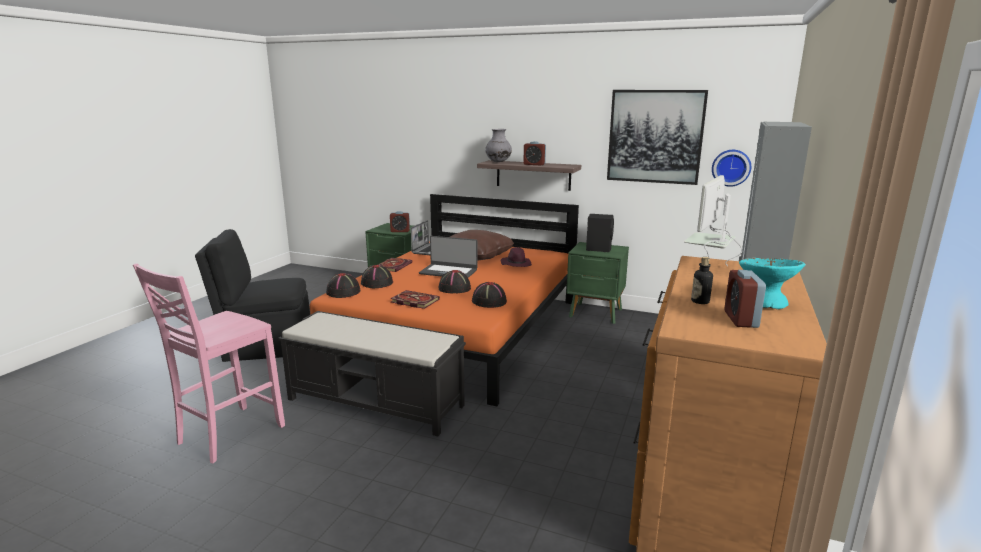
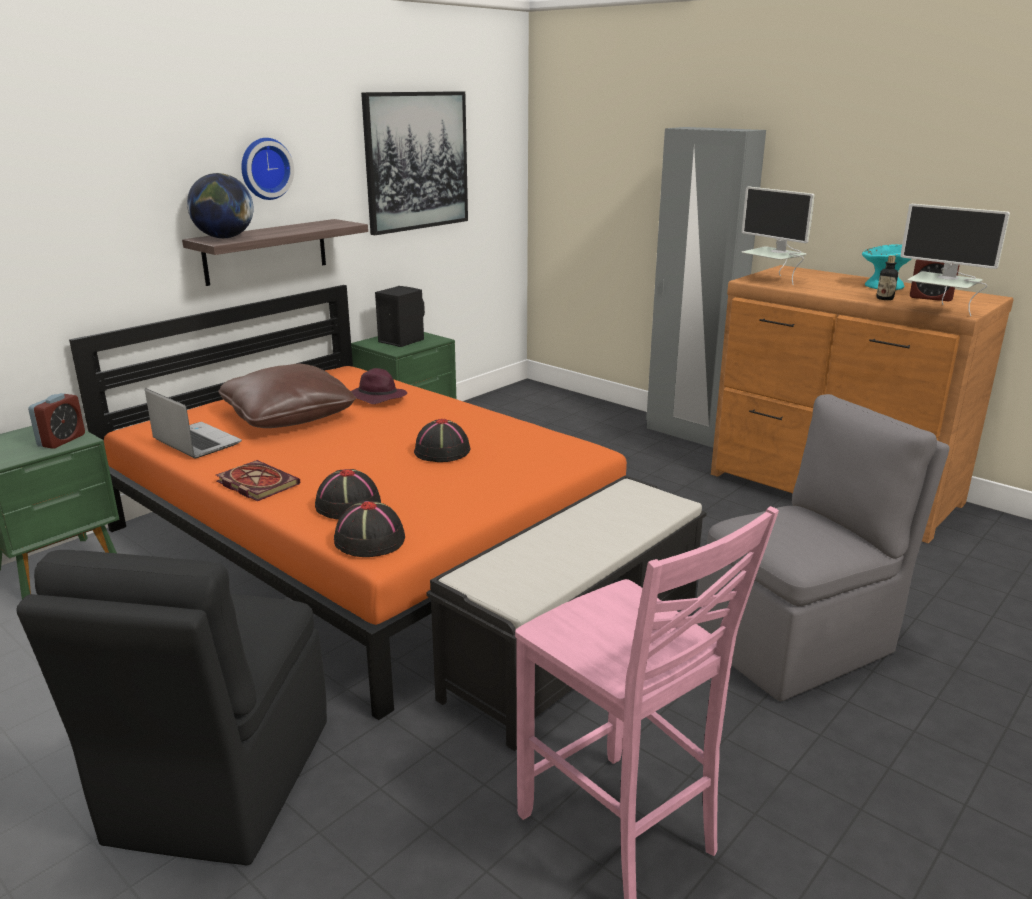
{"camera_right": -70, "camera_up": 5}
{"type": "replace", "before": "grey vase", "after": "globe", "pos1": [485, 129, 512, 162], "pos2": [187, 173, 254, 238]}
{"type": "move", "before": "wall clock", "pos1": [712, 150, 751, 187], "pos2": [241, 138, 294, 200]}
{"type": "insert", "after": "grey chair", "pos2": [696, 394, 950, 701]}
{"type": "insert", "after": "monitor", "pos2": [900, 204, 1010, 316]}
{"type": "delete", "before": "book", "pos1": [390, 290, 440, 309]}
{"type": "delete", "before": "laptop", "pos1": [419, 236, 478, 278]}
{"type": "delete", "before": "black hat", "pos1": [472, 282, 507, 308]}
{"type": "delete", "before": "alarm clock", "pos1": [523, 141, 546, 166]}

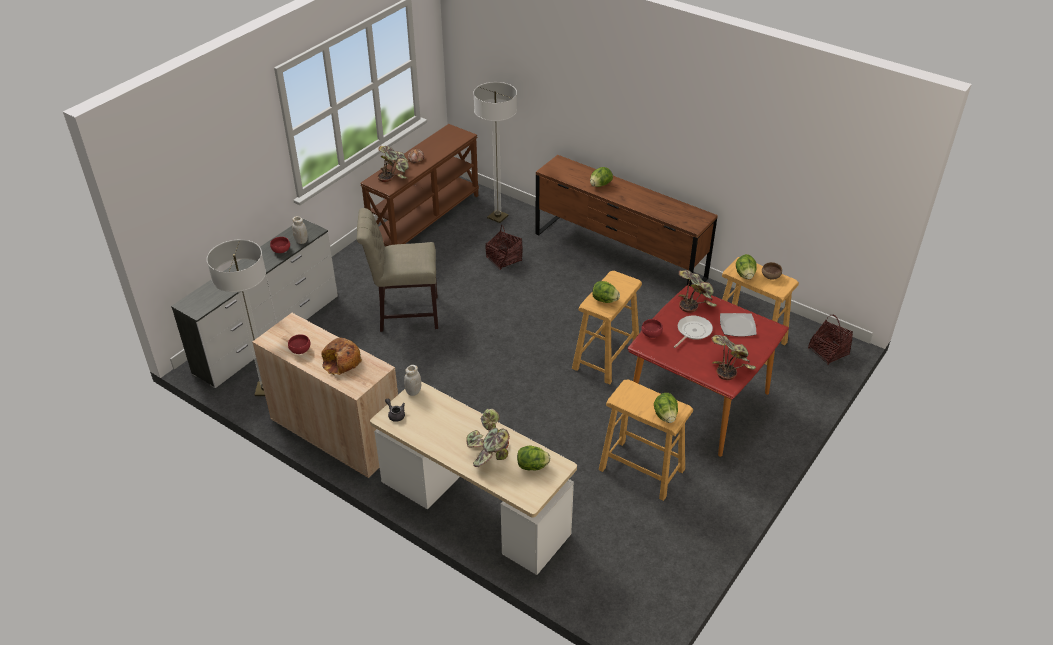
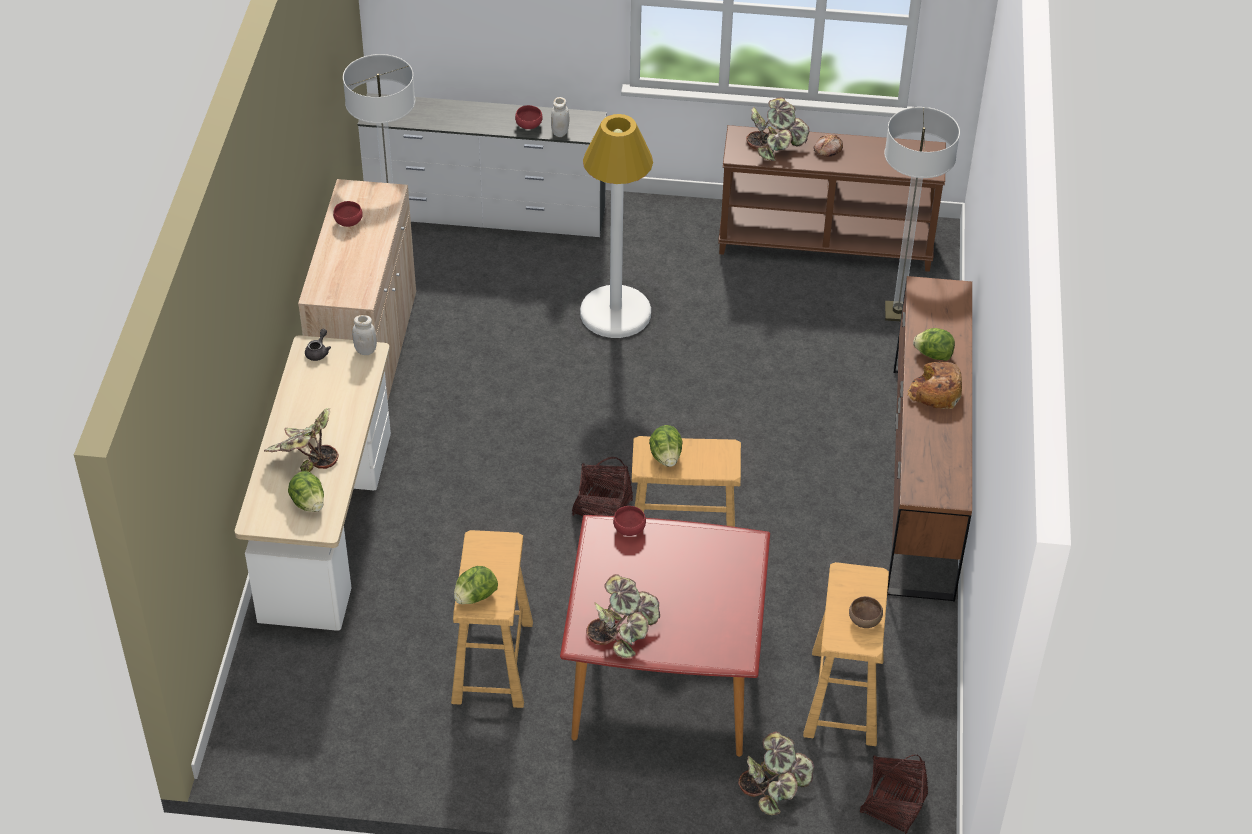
{"camera_right": 60, "camera_up": 5}
{"type": "move", "before": "basket", "pos1": [485, 225, 522, 270], "pos2": [572, 457, 633, 516]}
{"type": "replace", "before": "beige chair", "after": "white floor lamp", "pos1": [357, 208, 438, 332], "pos2": [580, 114, 653, 338]}
{"type": "move", "before": "potted plant", "pos1": [678, 270, 717, 313], "pos2": [738, 732, 814, 815]}
{"type": "move", "before": "bread", "pos1": [321, 338, 362, 375], "pos2": [908, 362, 962, 409]}
{"type": "delete", "before": "frying pan", "pos1": [674, 316, 713, 348]}
{"type": "delete", "before": "plate", "pos1": [720, 313, 757, 337]}
{"type": "delete", "before": "lettuce", "pos1": [736, 254, 757, 280]}

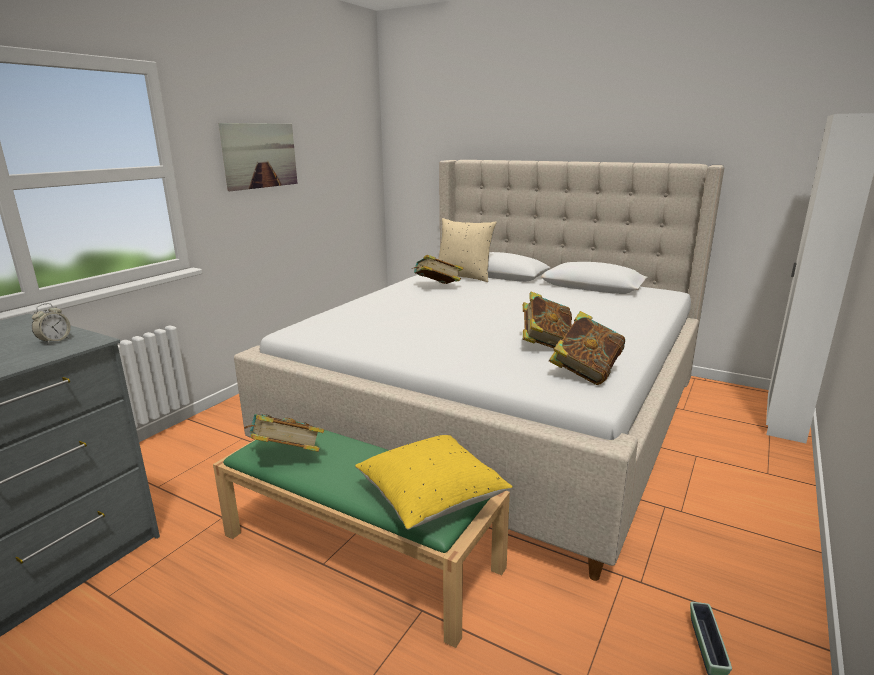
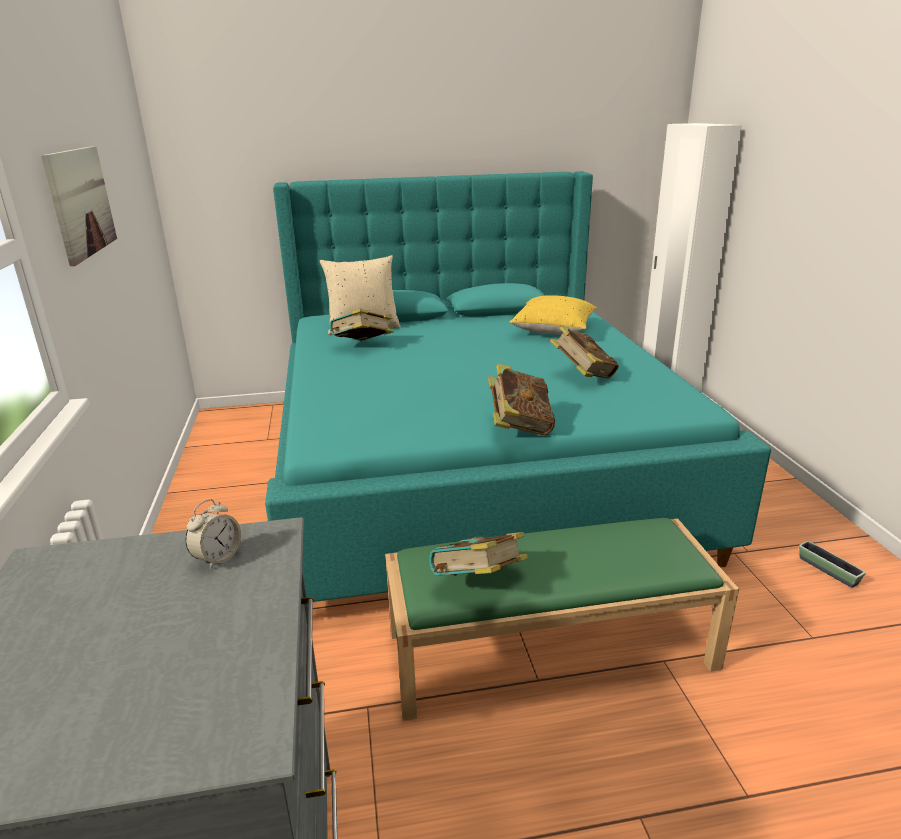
{"camera_right": -40, "camera_up": 5}
{"type": "rotate", "before": "alarm clock", "pos1": [32, 303, 71, 344], "pos2": [185, 499, 241, 570], "turn": 45}
{"type": "recolor", "before": "beige bed", "after": "turquoise bed", "pos1": [234, 160, 724, 581], "pos2": [265, 172, 771, 604]}
{"type": "move", "before": "book", "pos1": [549, 311, 625, 385], "pos2": [488, 363, 555, 435]}
{"type": "move", "before": "yellow pillow", "pos1": [355, 435, 513, 529], "pos2": [509, 295, 597, 335]}

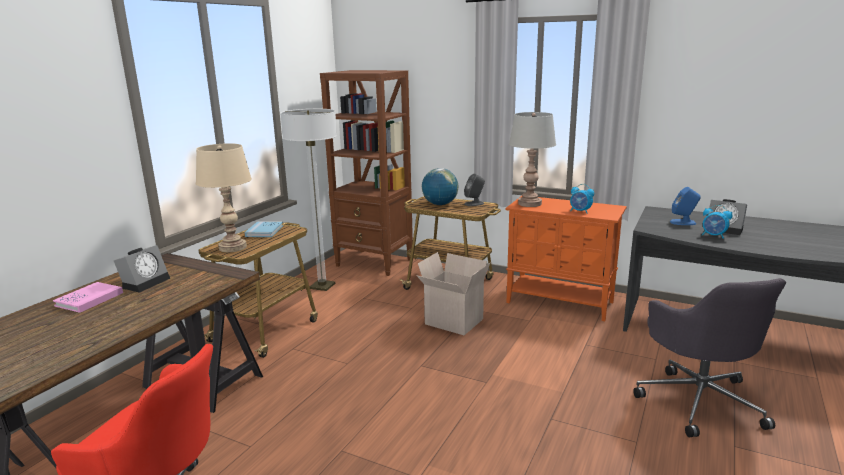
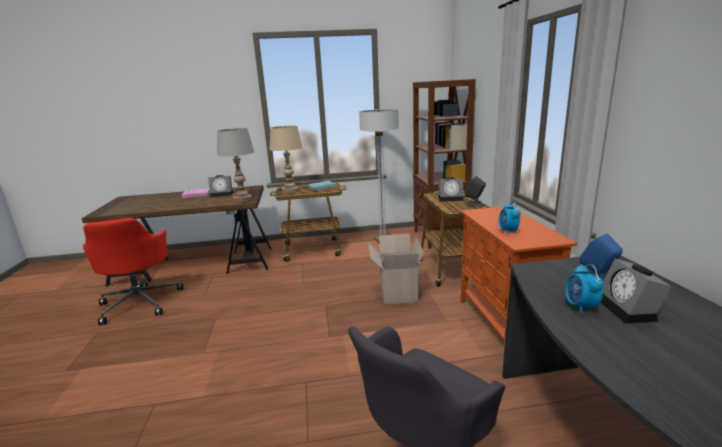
{"camera_right": 55, "camera_up": 0}
{"type": "move", "before": "grey table lamp", "pos1": [509, 112, 556, 207], "pos2": [217, 128, 254, 202]}
{"type": "replace", "before": "globe", "after": "alarm clock", "pos1": [422, 168, 458, 205], "pos2": [438, 177, 464, 202]}

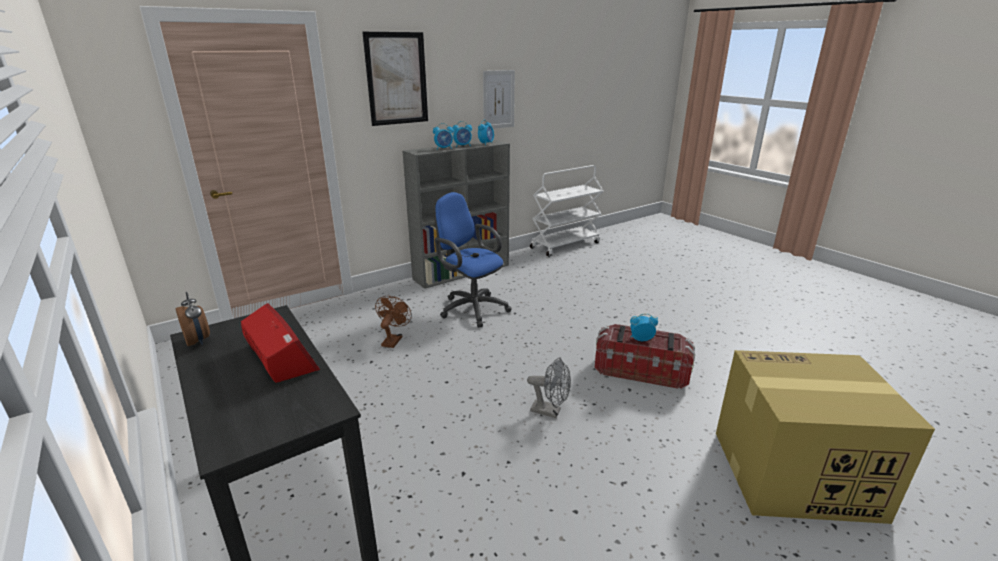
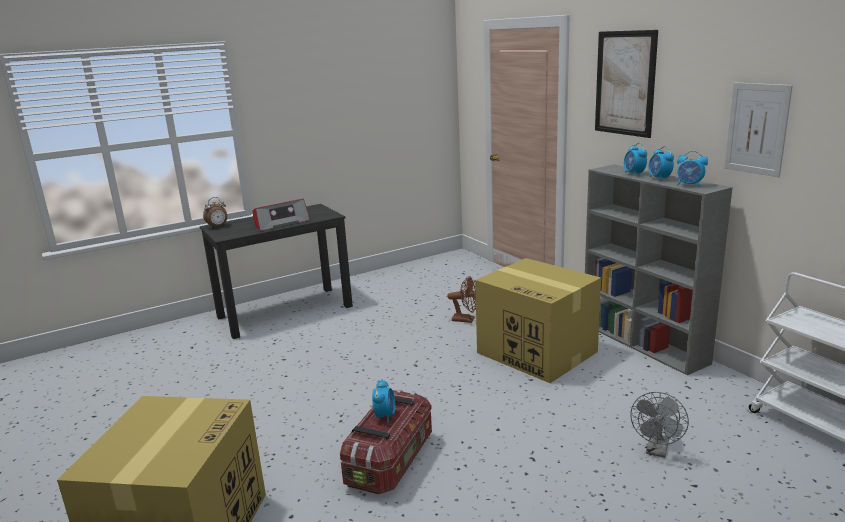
{"camera_right": 95, "camera_up": -5}
{"type": "move", "before": "alarm clock", "pos1": [176, 292, 210, 346], "pos2": [203, 197, 227, 228]}
{"type": "replace", "before": "blue office chair", "after": "cardboard box", "pos1": [434, 192, 512, 327], "pos2": [475, 258, 601, 383]}
{"type": "move", "before": "grey fan", "pos1": [527, 358, 571, 418], "pos2": [630, 392, 689, 458]}

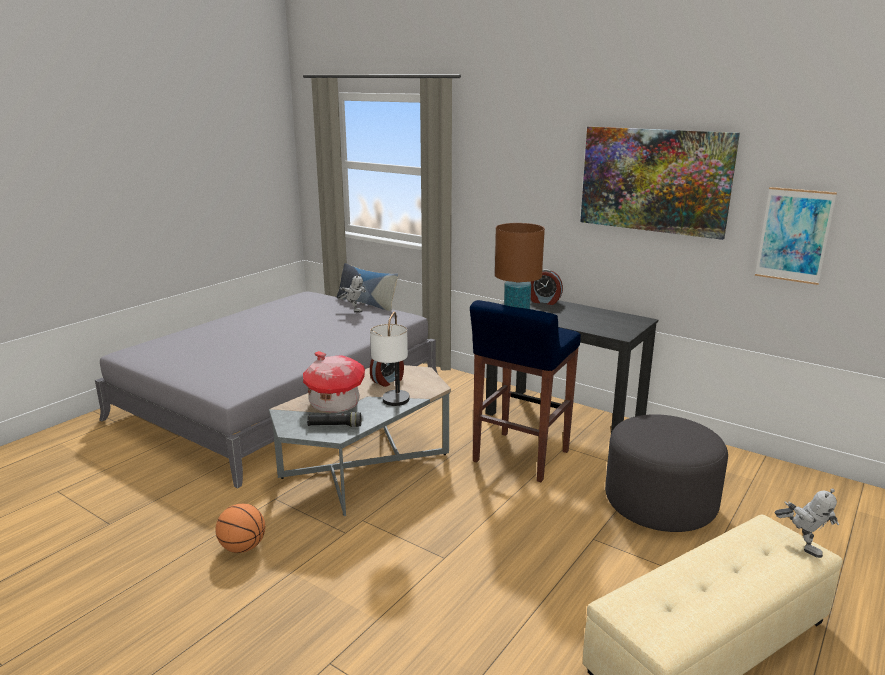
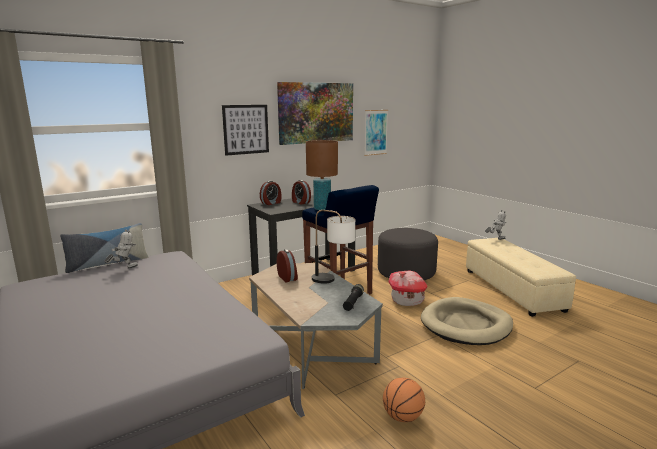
{"camera_right": -70, "camera_up": -5}
{"type": "insert", "after": "picture", "pos2": [222, 105, 269, 156]}
{"type": "insert", "after": "alarm clock", "pos2": [292, 180, 311, 204]}
{"type": "move", "before": "toy house", "pos1": [303, 351, 365, 413], "pos2": [388, 270, 427, 306]}
{"type": "insert", "after": "beige dog bed", "pos2": [421, 297, 513, 345]}

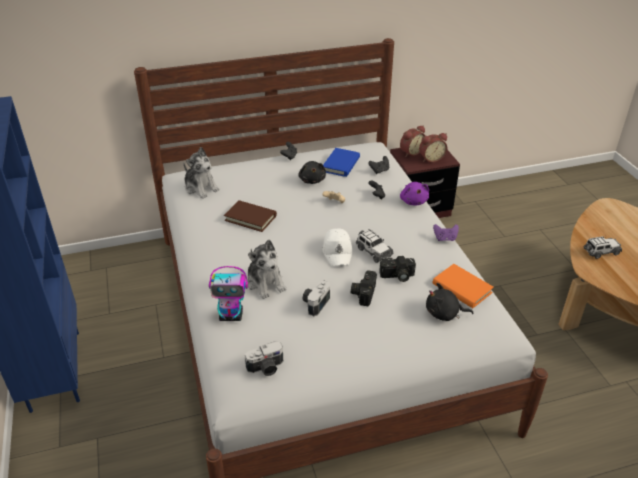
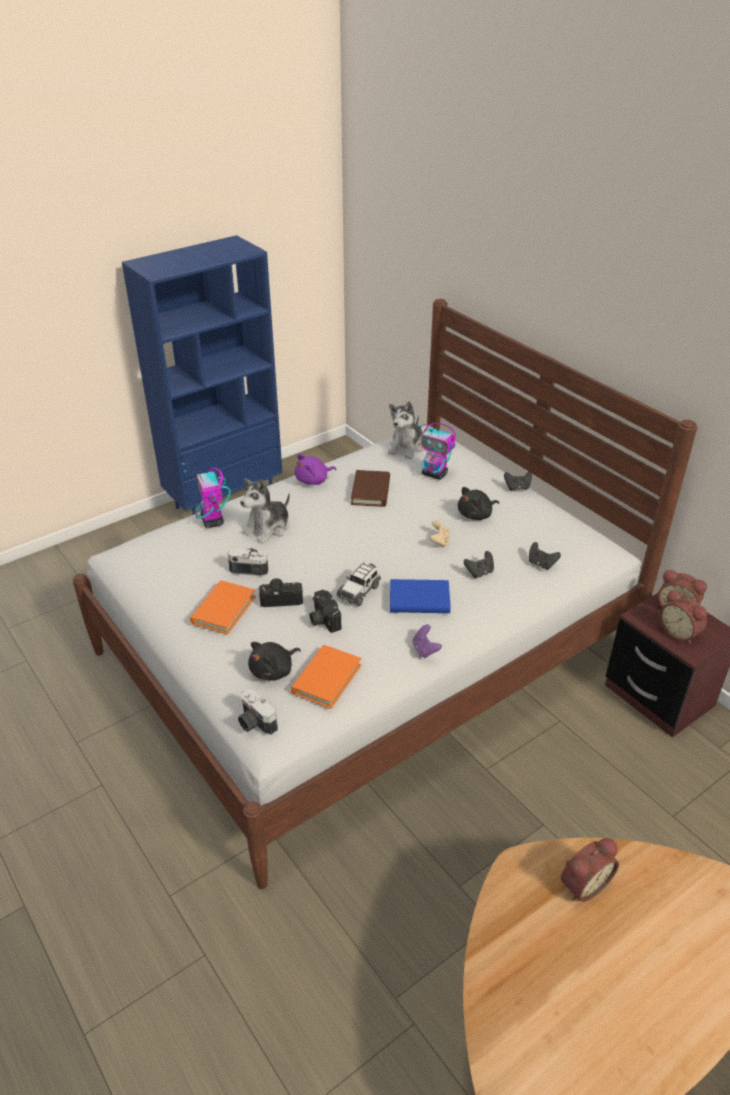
{"camera_right": 70, "camera_up": 0}
{"type": "insert", "after": "orange book", "pos2": [190, 580, 256, 635]}
{"type": "move", "before": "photo camera", "pos1": [245, 341, 283, 376], "pos2": [238, 689, 278, 735]}
{"type": "rotate", "before": "black plush toy", "pos1": [426, 283, 474, 321], "pos2": [248, 642, 301, 680], "turn": -120}
{"type": "move", "before": "purple plush toy", "pos1": [400, 182, 429, 205], "pos2": [295, 454, 336, 485]}
{"type": "move", "before": "blue book", "pos1": [323, 148, 360, 177], "pos2": [390, 579, 451, 613]}
{"type": "insert", "after": "toy robot", "pos2": [419, 423, 456, 480]}
{"type": "replace", "before": "toy car", "after": "alarm clock", "pos1": [583, 236, 622, 259], "pos2": [561, 838, 619, 902]}
{"type": "delete", "before": "white cap", "pos1": [323, 228, 353, 266]}

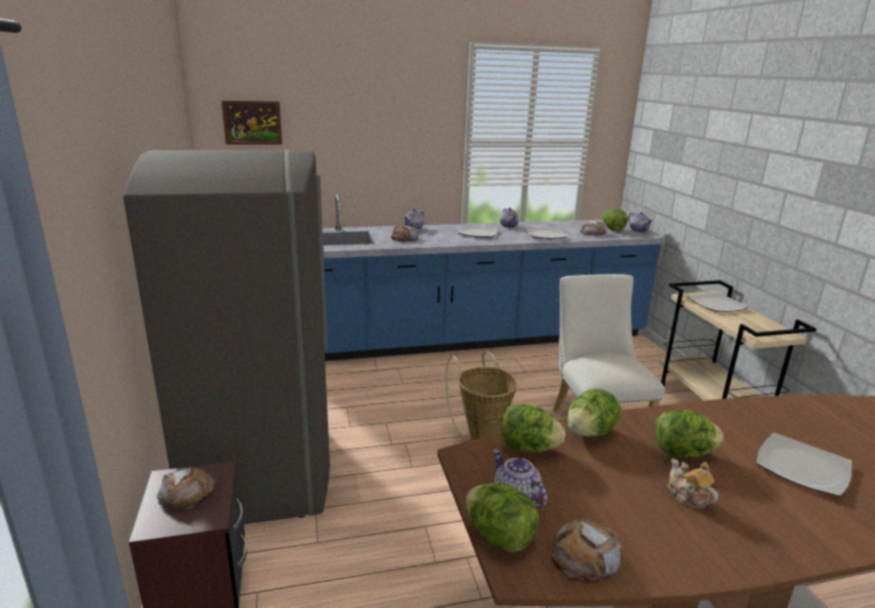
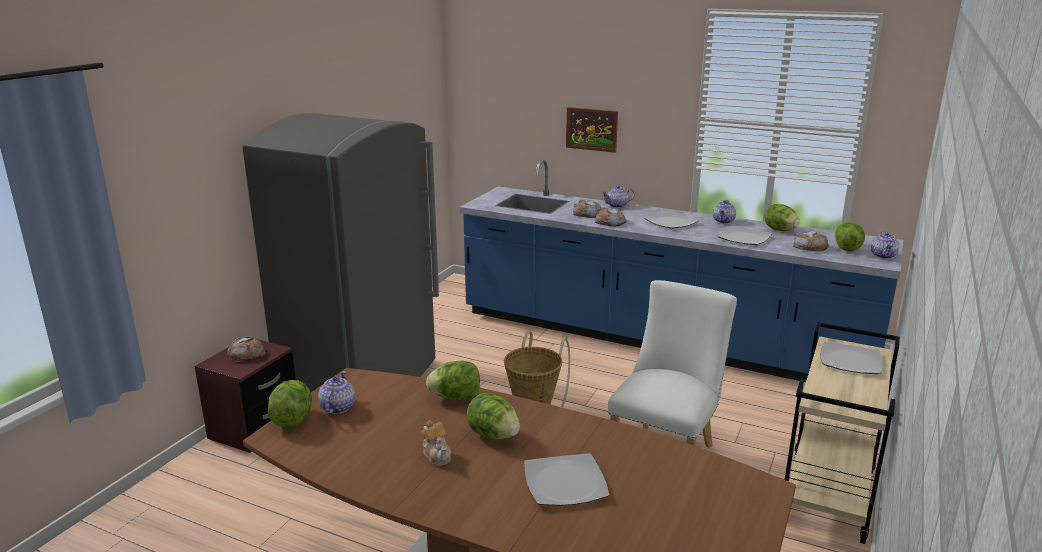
{"camera_right": 40, "camera_up": 0}
{"type": "rotate", "before": "teapot", "pos1": [668, 459, 718, 509], "pos2": [421, 420, 452, 466], "turn": 135}
{"type": "move", "before": "picture", "pos1": [221, 100, 282, 145], "pos2": [566, 107, 618, 153]}
{"type": "move", "before": "bread", "pos1": [551, 519, 621, 583], "pos2": [595, 208, 627, 226]}
{"type": "move", "before": "lettuce", "pos1": [501, 404, 566, 453], "pos2": [765, 204, 800, 231]}

